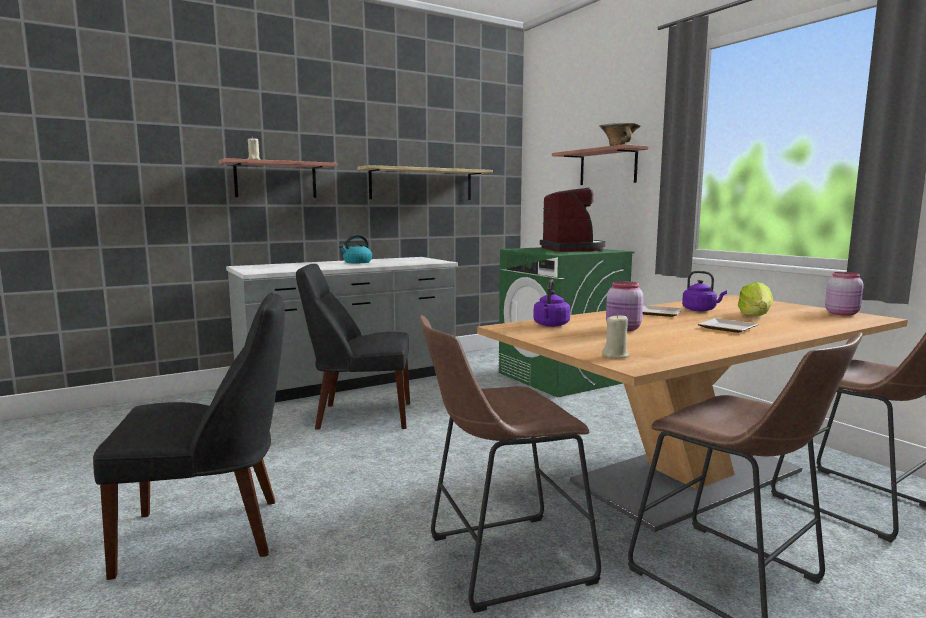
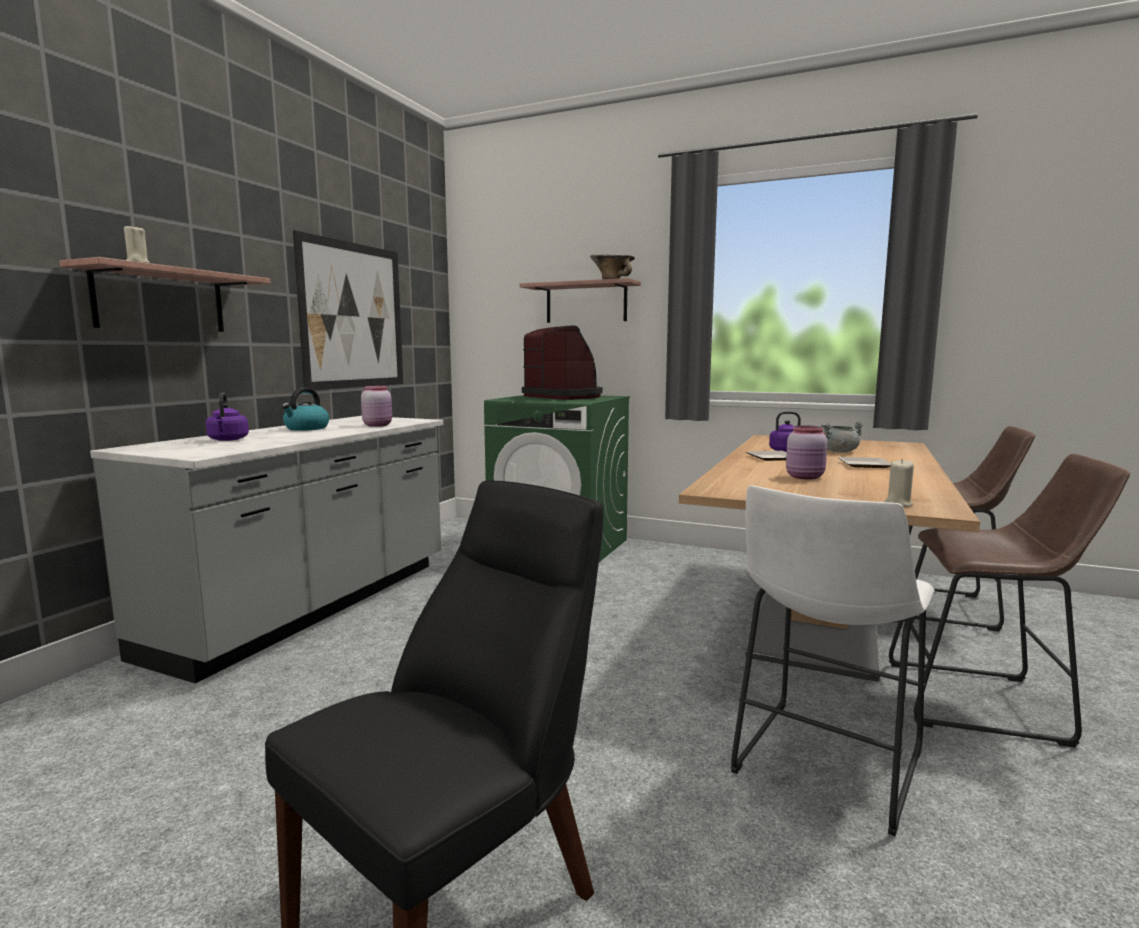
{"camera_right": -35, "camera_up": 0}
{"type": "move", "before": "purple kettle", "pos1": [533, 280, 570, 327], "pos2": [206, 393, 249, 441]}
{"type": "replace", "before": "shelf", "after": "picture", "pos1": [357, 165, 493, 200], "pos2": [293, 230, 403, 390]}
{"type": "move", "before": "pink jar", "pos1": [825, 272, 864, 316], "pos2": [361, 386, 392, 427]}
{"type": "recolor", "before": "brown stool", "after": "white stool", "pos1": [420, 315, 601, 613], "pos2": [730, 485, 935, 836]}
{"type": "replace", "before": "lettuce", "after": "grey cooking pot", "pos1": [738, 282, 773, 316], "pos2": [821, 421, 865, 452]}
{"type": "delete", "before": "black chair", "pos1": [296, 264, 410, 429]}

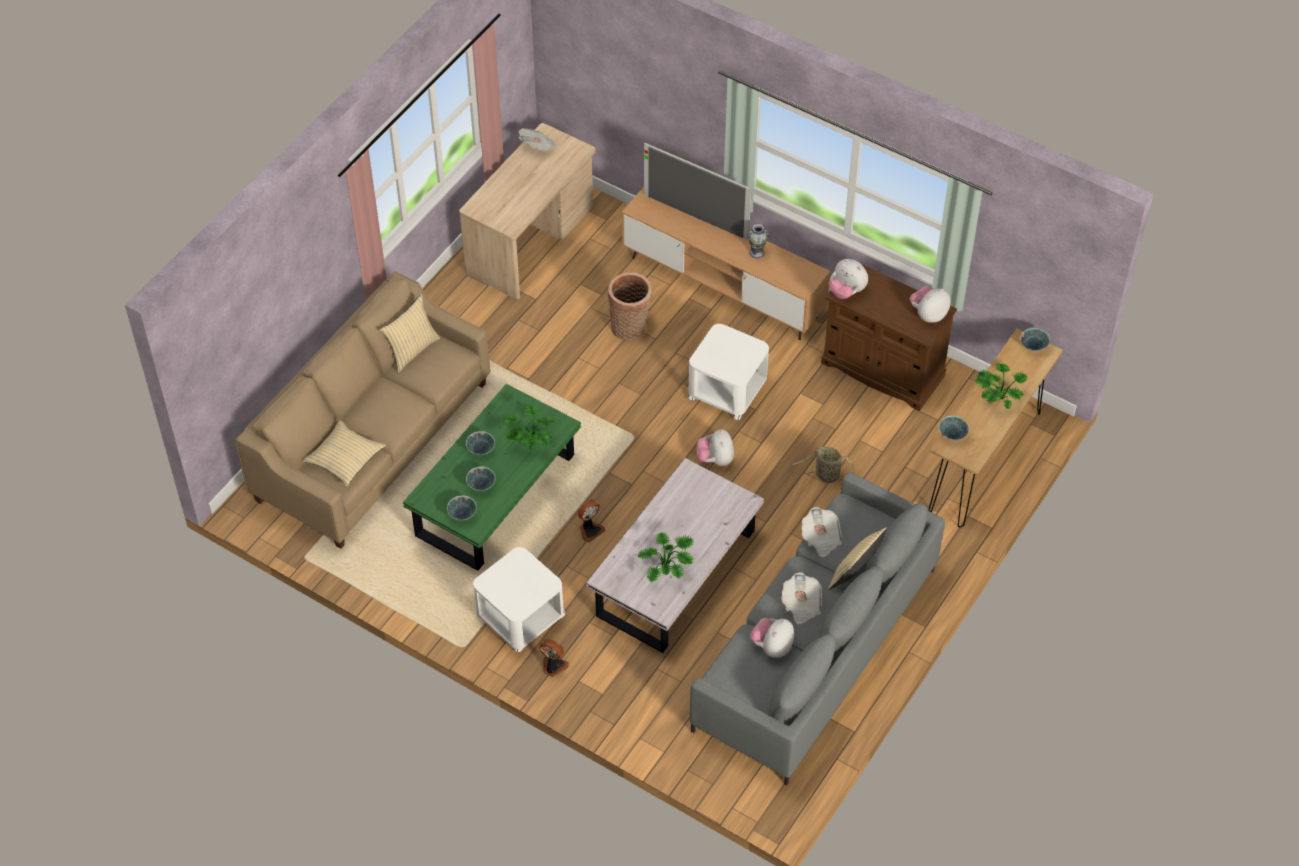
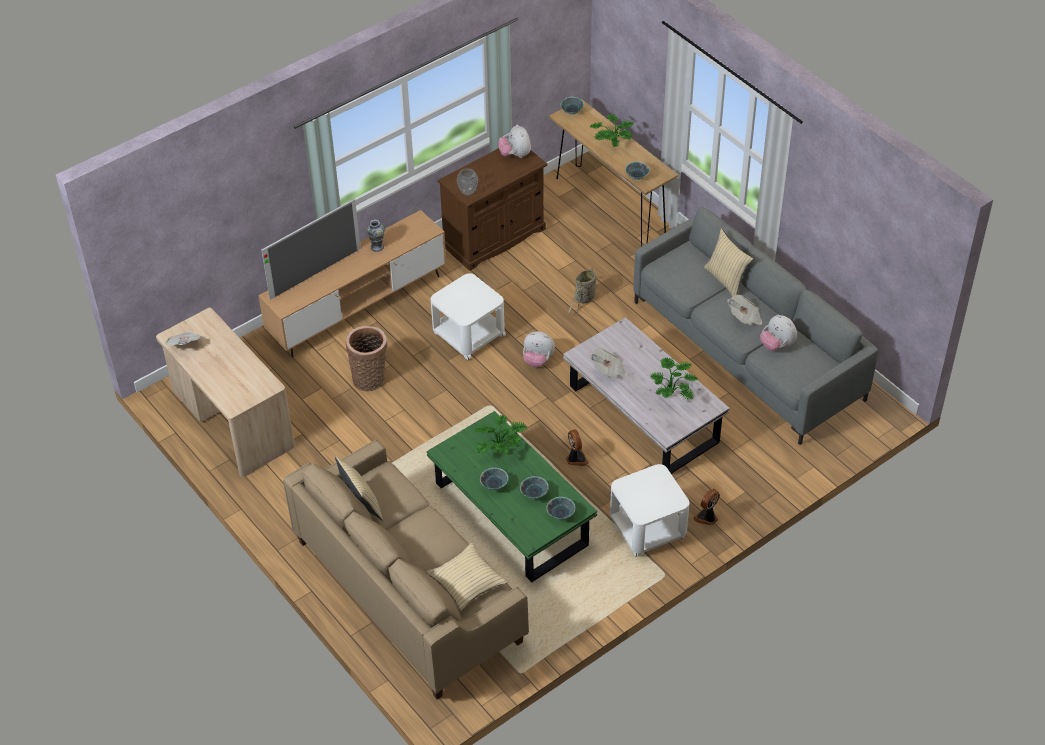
{"camera_right": -70, "camera_up": -5}
{"type": "replace", "before": "plush toy", "after": "vase", "pos1": [829, 259, 868, 299], "pos2": [457, 168, 478, 196]}
{"type": "move", "before": "newspaper", "pos1": [802, 507, 842, 557], "pos2": [590, 348, 628, 378]}

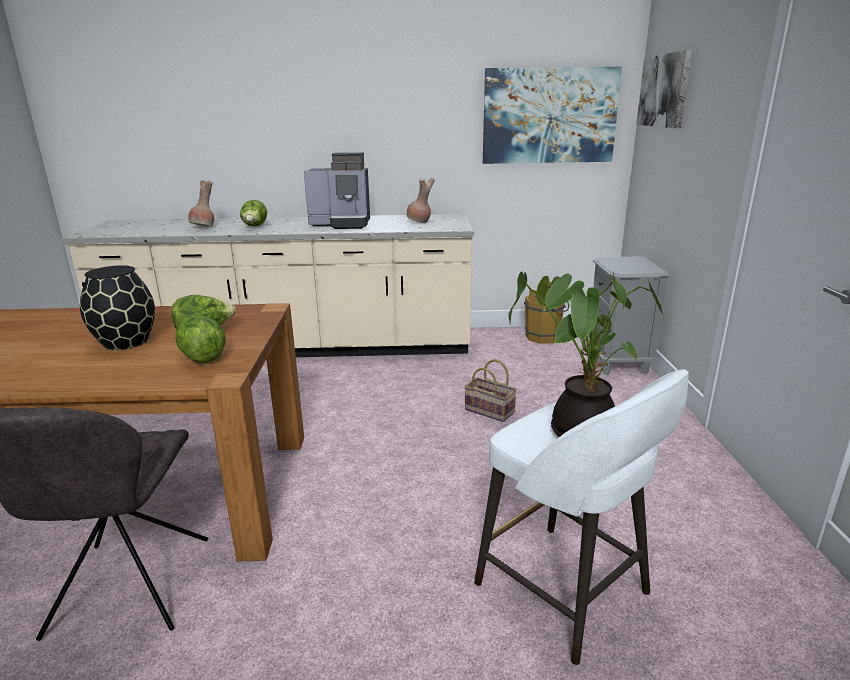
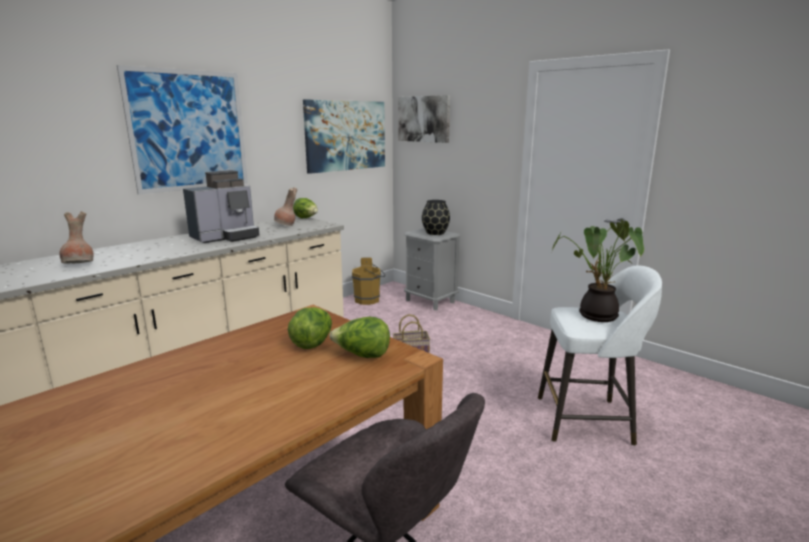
{"camera_right": -45, "camera_up": -5}
{"type": "insert", "after": "picture", "pos2": [117, 65, 248, 195]}
{"type": "move", "before": "lettuce", "pos1": [240, 200, 267, 227], "pos2": [293, 198, 318, 218]}
{"type": "move", "before": "black vase", "pos1": [80, 265, 155, 350], "pos2": [422, 200, 450, 235]}

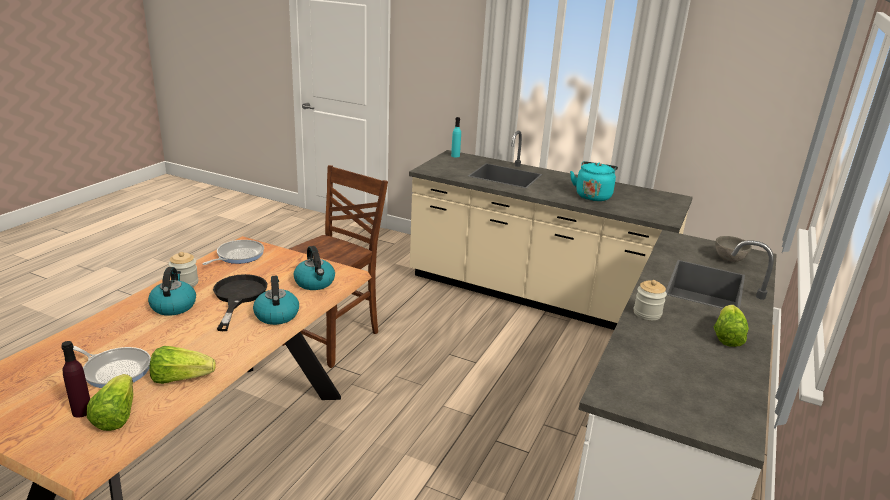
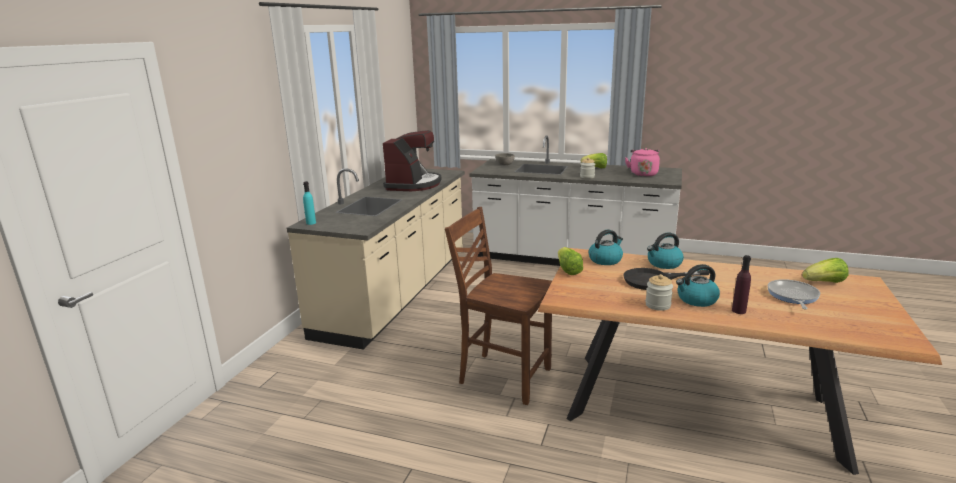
{"camera_right": -95, "camera_up": -5}
{"type": "replace", "before": "turquoise kettle", "after": "coffee machine", "pos1": [570, 161, 618, 201], "pos2": [383, 130, 441, 191]}
{"type": "move", "before": "lettuce", "pos1": [149, 346, 216, 384], "pos2": [558, 247, 583, 275]}
{"type": "insert", "after": "pink kettle", "pos2": [625, 148, 660, 177]}
{"type": "move", "before": "purple bottle", "pos1": [61, 341, 90, 418], "pos2": [732, 255, 751, 314]}
{"type": "delete", "before": "frying pan", "pos1": [203, 240, 264, 265]}

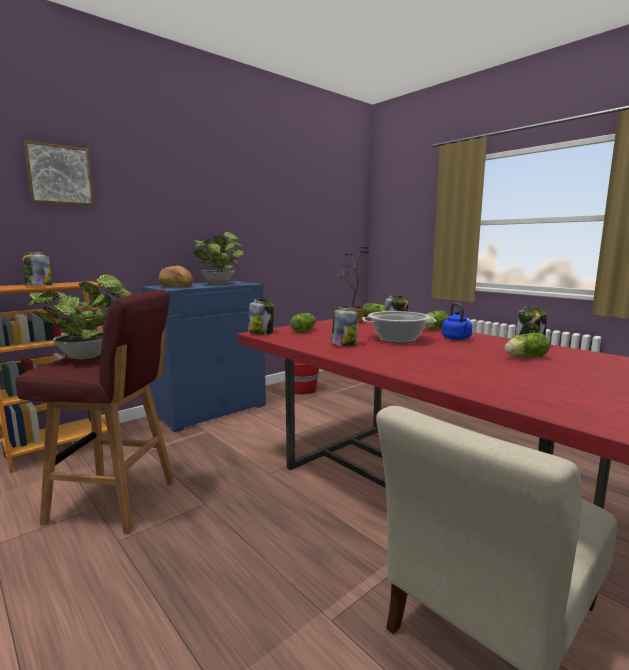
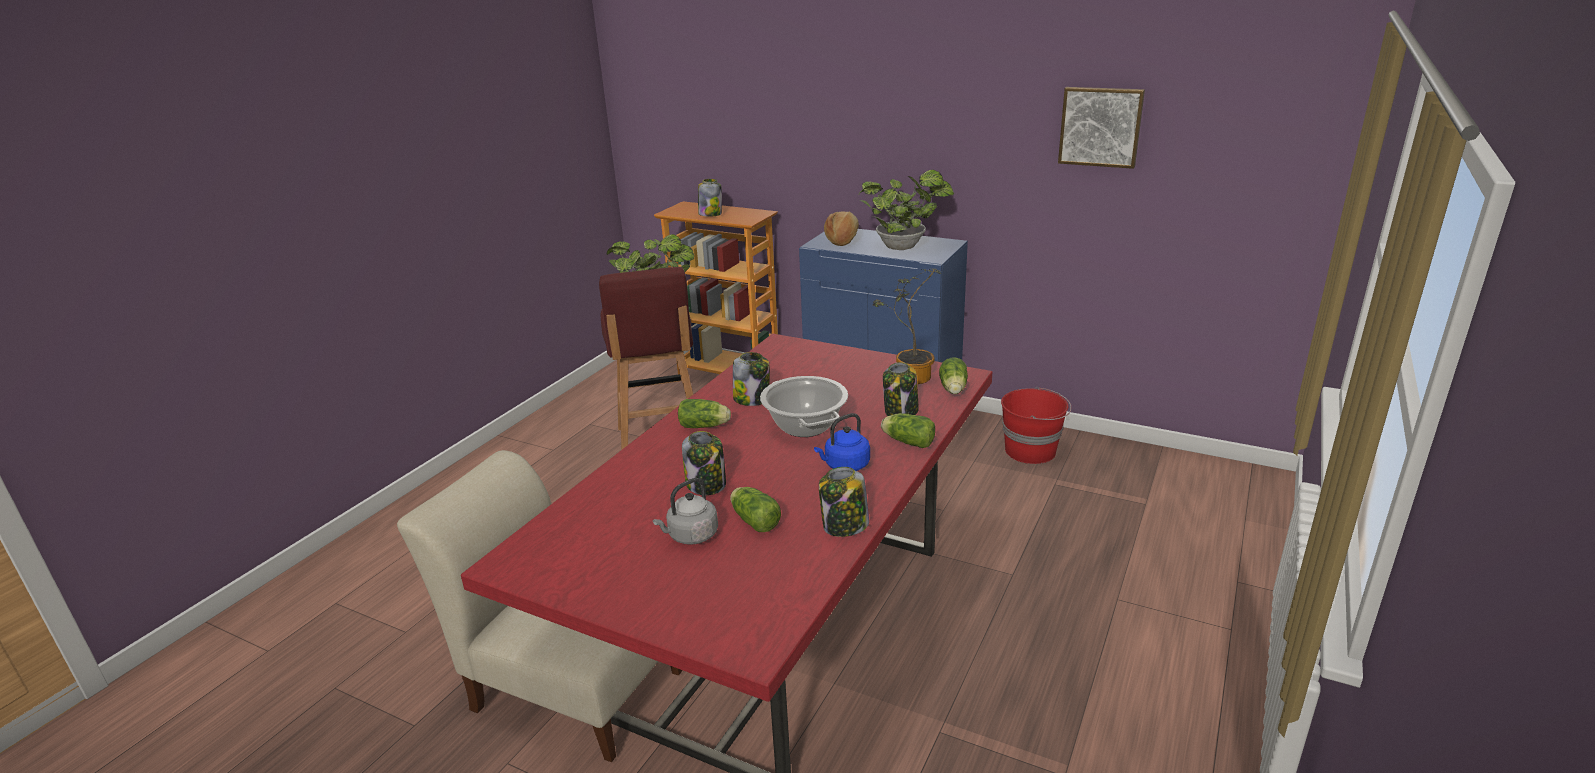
{"camera_right": 70, "camera_up": 15}
{"type": "insert", "after": "grey kettle", "pos2": [653, 478, 718, 545]}
{"type": "move", "before": "lettuce", "pos1": [290, 313, 316, 333], "pos2": [678, 399, 731, 428]}
{"type": "move", "before": "jar", "pos1": [248, 299, 274, 335], "pos2": [682, 431, 726, 495]}
{"type": "move", "before": "picture", "pos1": [23, 140, 94, 206], "pos2": [1058, 87, 1145, 169]}

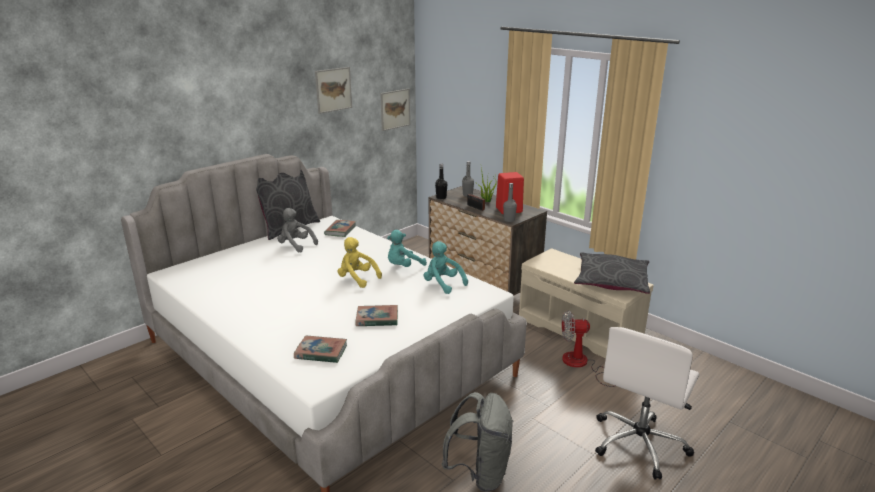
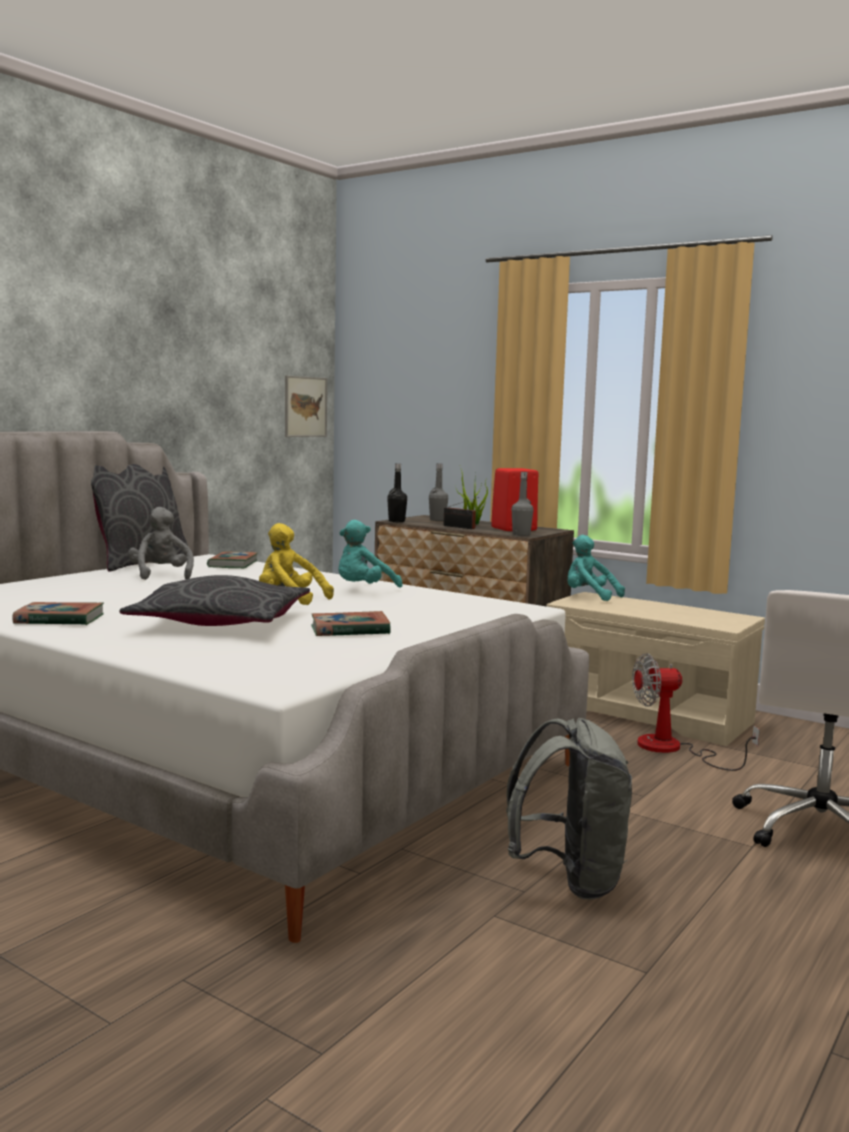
{"camera_right": -10, "camera_up": -15}
{"type": "move", "before": "book", "pos1": [294, 336, 347, 363], "pos2": [13, 602, 104, 625]}
{"type": "move", "before": "grey pillow", "pos1": [574, 252, 650, 294], "pos2": [120, 575, 310, 626]}
{"type": "rotate", "before": "grey plush toy", "pos1": [277, 208, 318, 252], "pos2": [128, 507, 194, 580], "turn": 45}
{"type": "move", "before": "turquoise plush toy", "pos1": [424, 241, 468, 294], "pos2": [567, 535, 625, 601]}
{"type": "delete", "before": "picture", "pos1": [315, 67, 352, 114]}

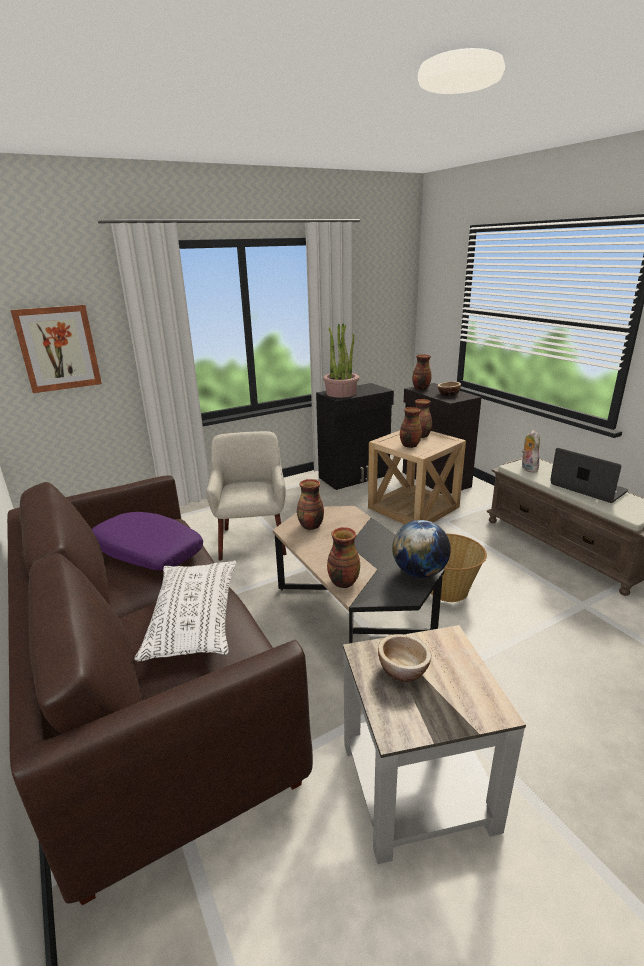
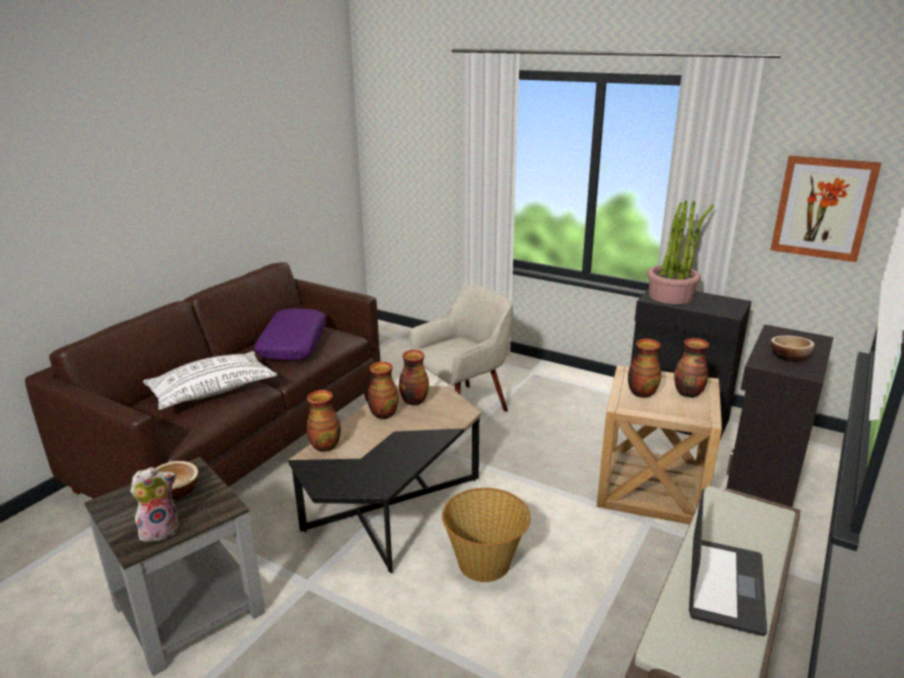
{"camera_right": 60, "camera_up": 0}
{"type": "move", "before": "plush toy", "pos1": [522, 430, 540, 473], "pos2": [130, 467, 179, 542]}
{"type": "move", "before": "vase", "pos1": [412, 354, 431, 390], "pos2": [367, 362, 399, 419]}
{"type": "move", "before": "picture", "pos1": [11, 305, 102, 393], "pos2": [770, 155, 881, 262]}
{"type": "delete", "before": "globe", "pos1": [392, 520, 451, 578]}

